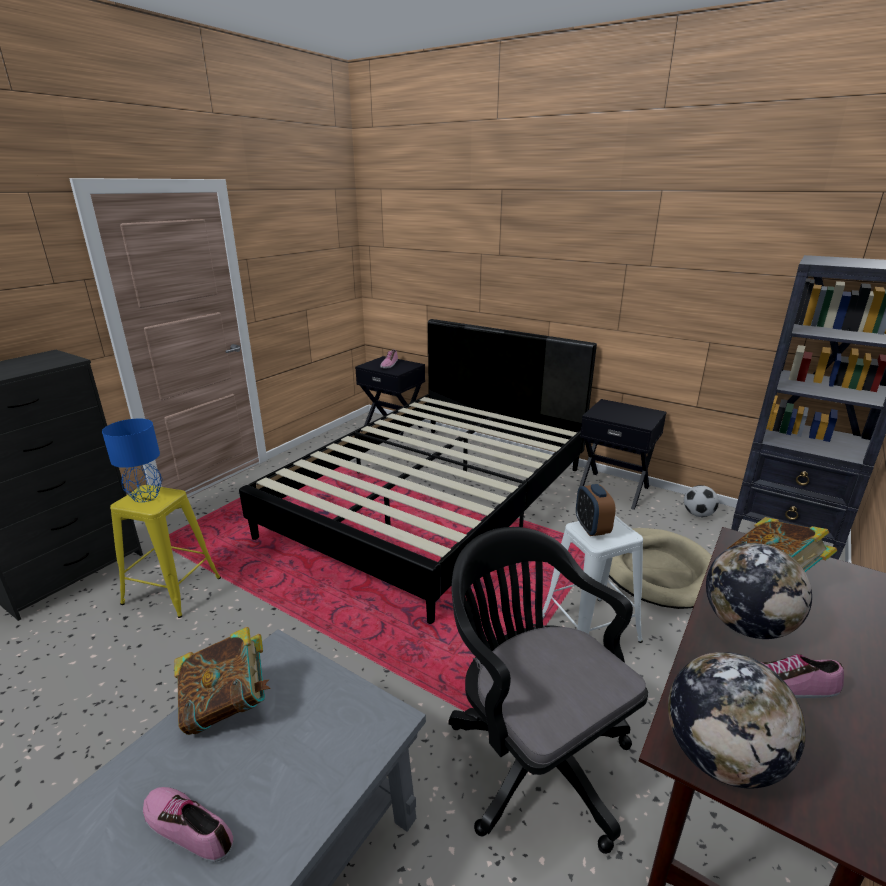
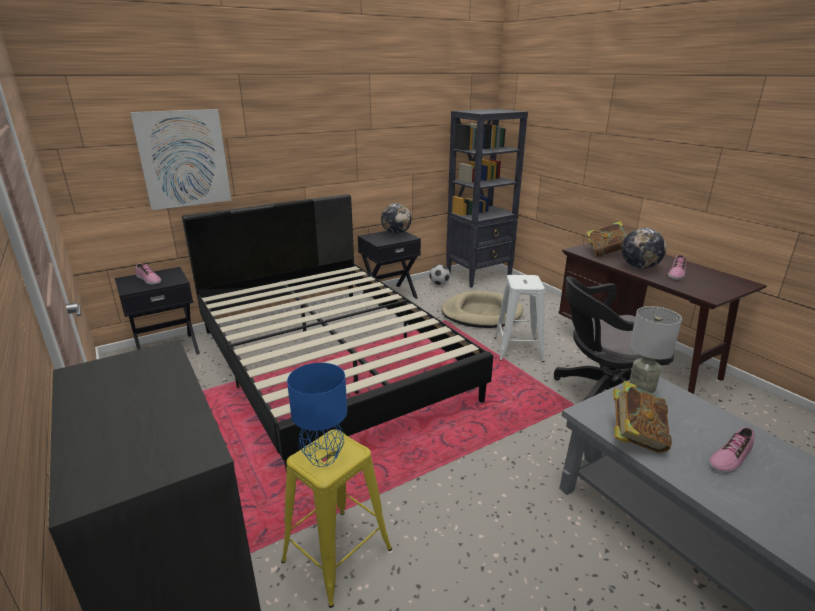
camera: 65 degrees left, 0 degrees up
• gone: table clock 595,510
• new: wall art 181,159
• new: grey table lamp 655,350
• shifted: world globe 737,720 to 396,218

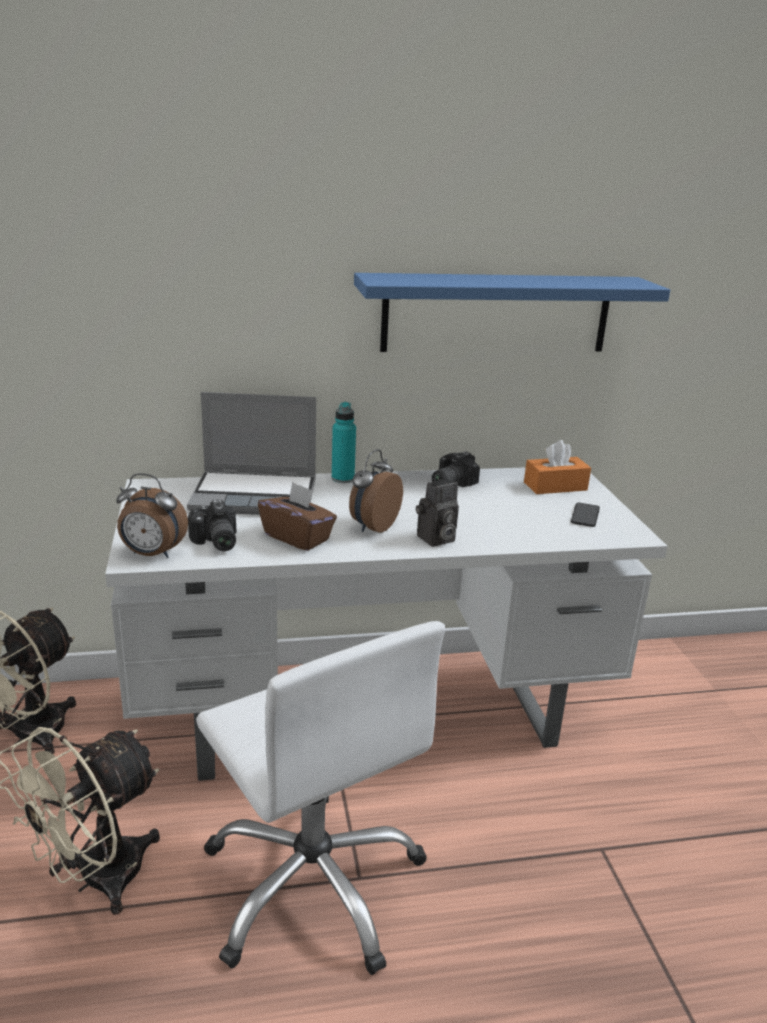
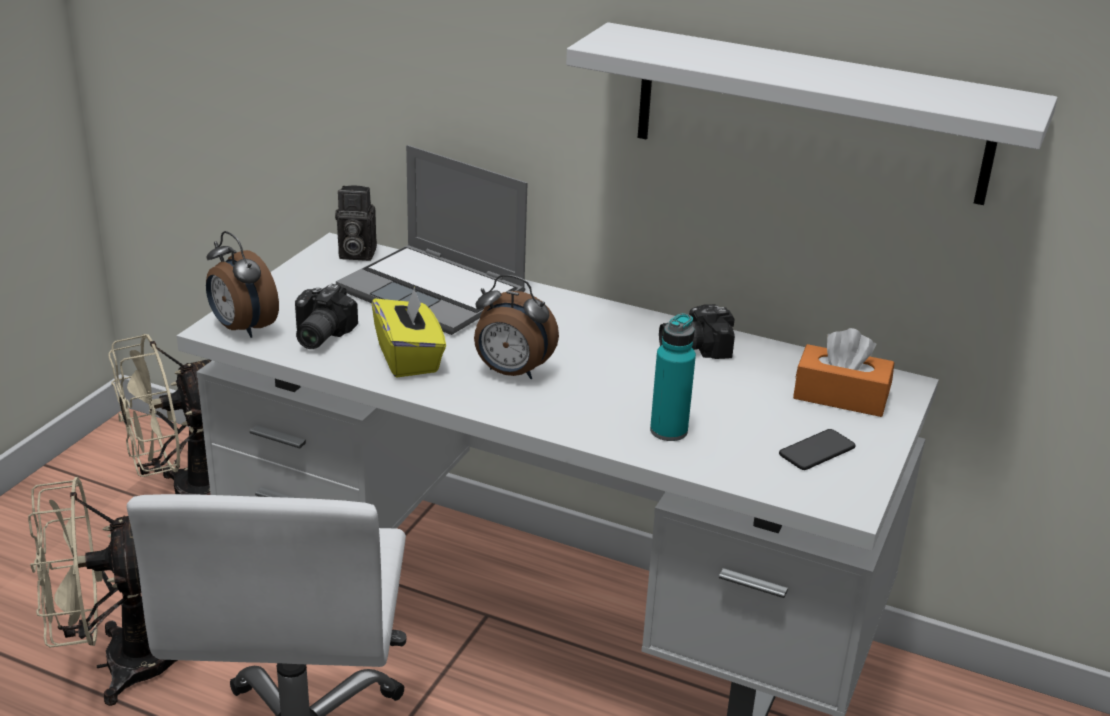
camera: 35 degrees right, 5 degrees up
• shifted: turquoise bottle 344,442 to 673,377
• shifted: still camera 437,513 to 356,223
• repainted: brown-coloured box of tissues 297,516 to yellow box of tissues 408,331
• repainted: bluish bracket shelf 512,312 to white bracket shelf 812,113
• rotated: table clock 376,490 = 516,327 135 degrees counterclockwise

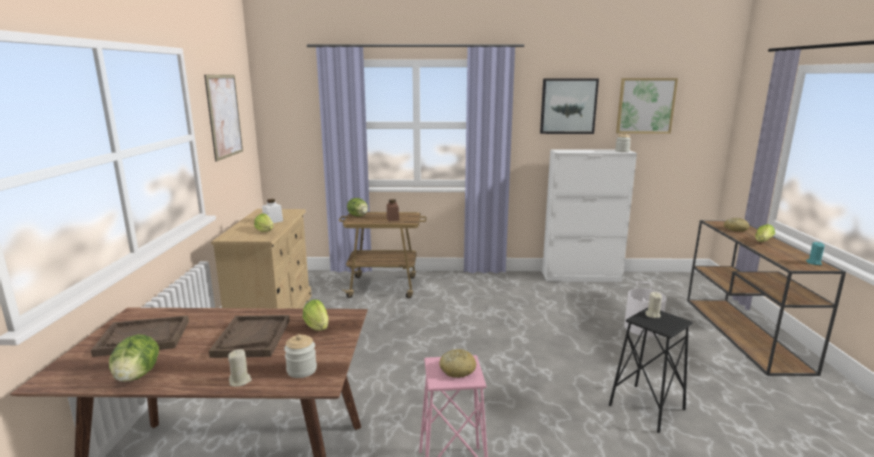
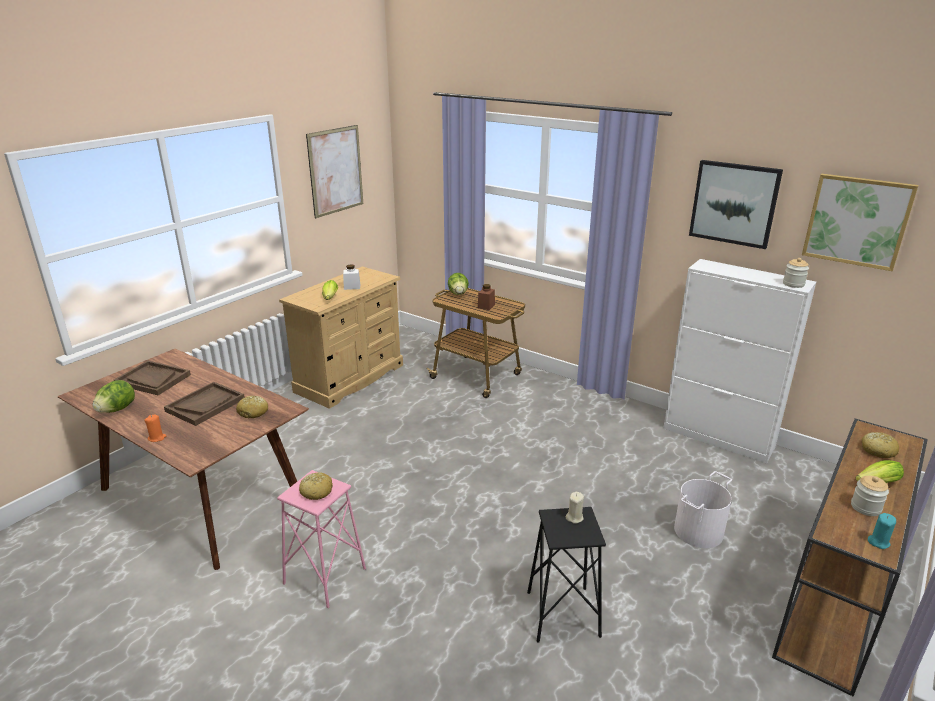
camera: 35 degrees right, 10 degrees up
• shifted: storage jar 300,356 to 870,496
• swapped: head of lettuce 315,315 to bread 252,407
• repainted: sand-coloured candle 240,368 to orange-coloured candle 155,428

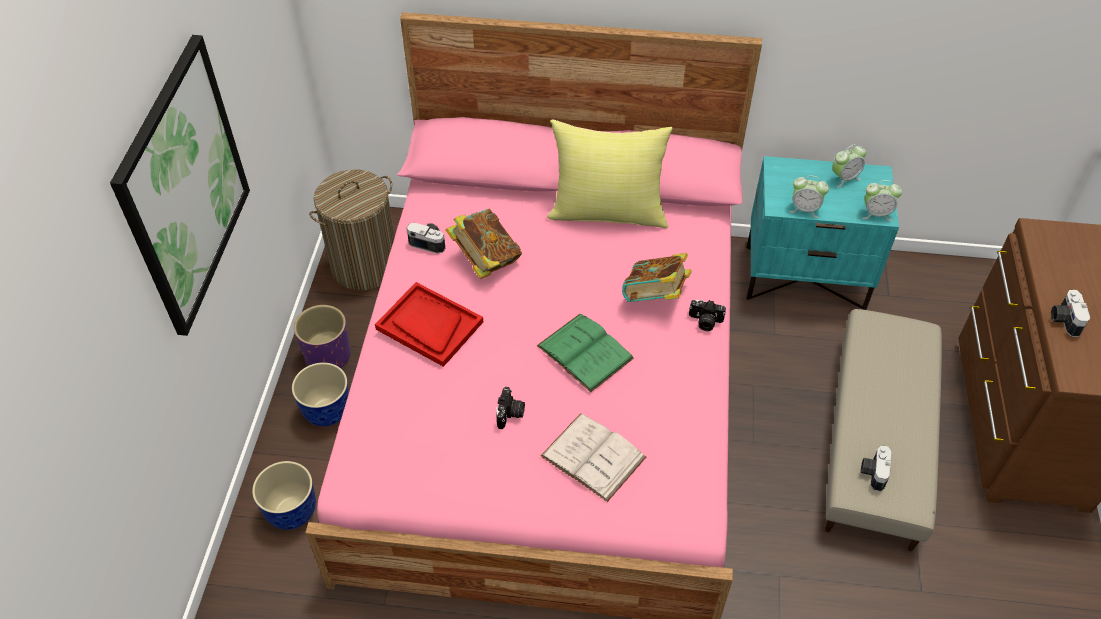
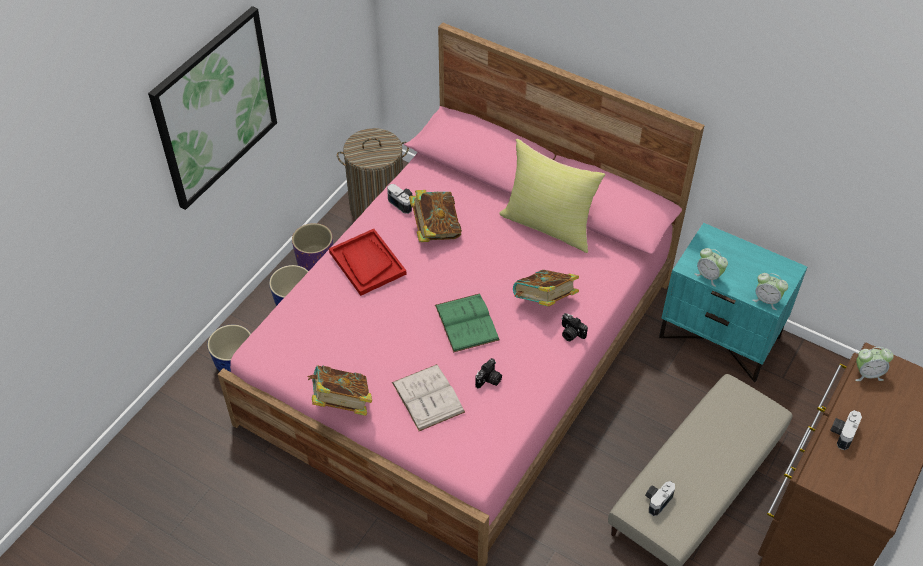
camera: 25 degrees right, 0 degrees up
• new: bound book 340,390
• shifted: still camera 510,408 to 488,373
• shifted: table clock 849,166 to 874,364

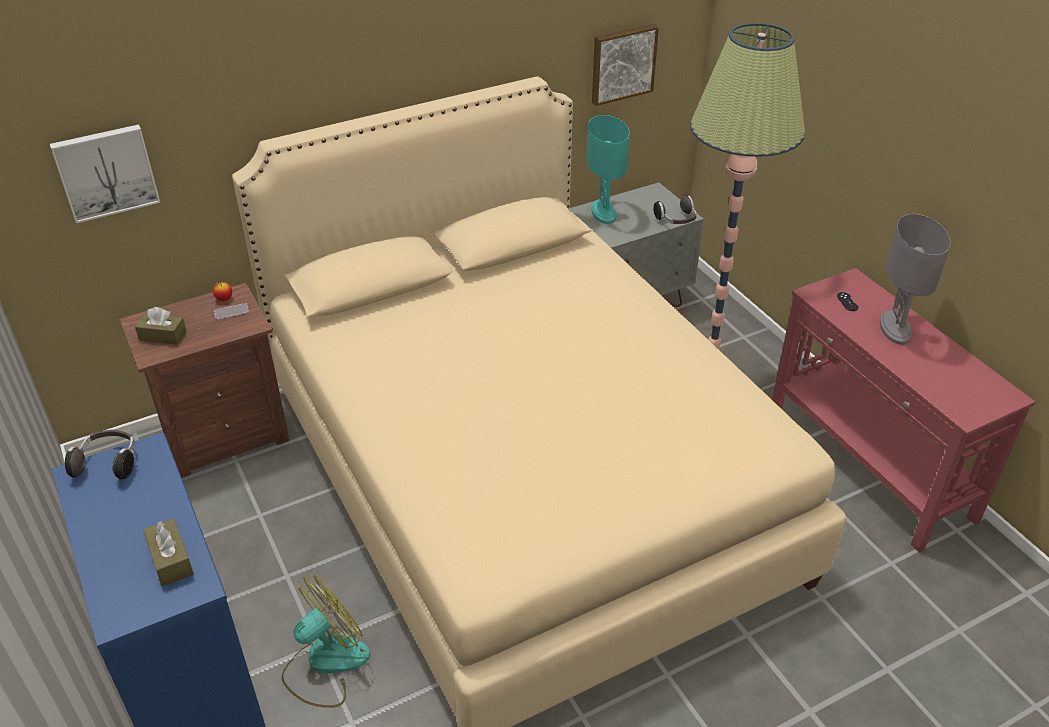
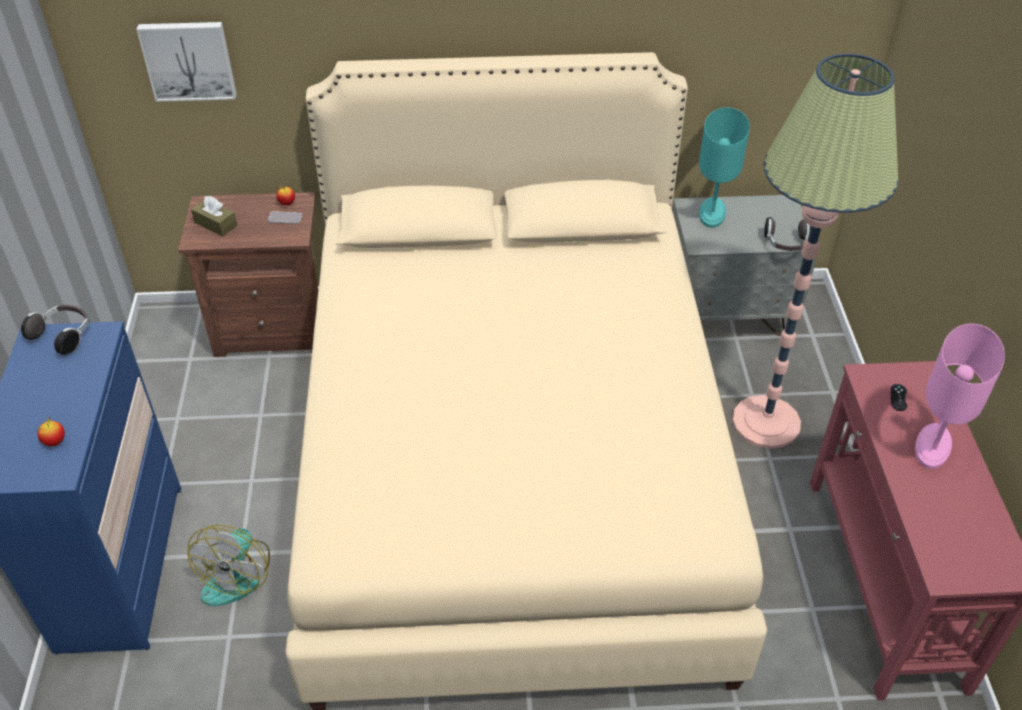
camera: 25 degrees right, 5 degrees up
• gone: wall art 625,65
• swapped: brown-coloured box of tissues 168,552 to apple fruit 51,431
• repainted: grey table lamp 915,279 to pink table lamp 960,396
• rotated: fan 326,641 = 229,565 120 degrees clockwise

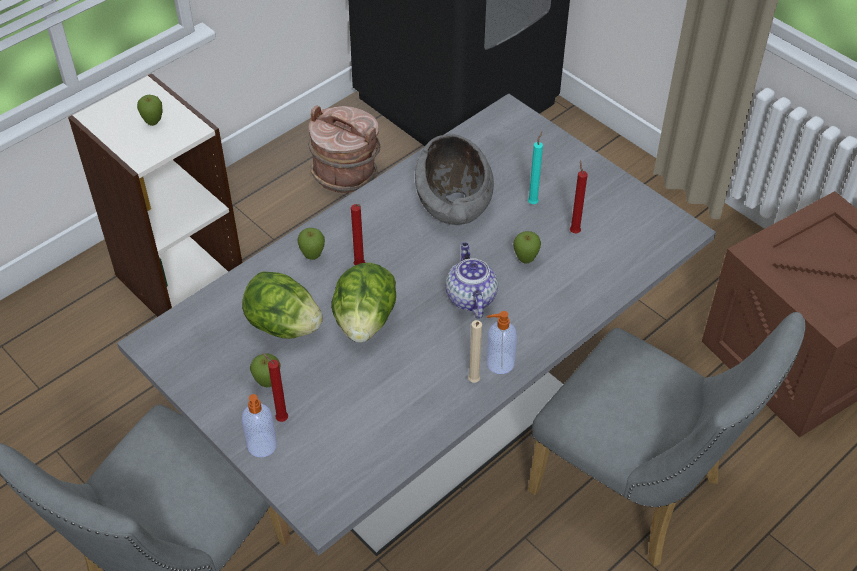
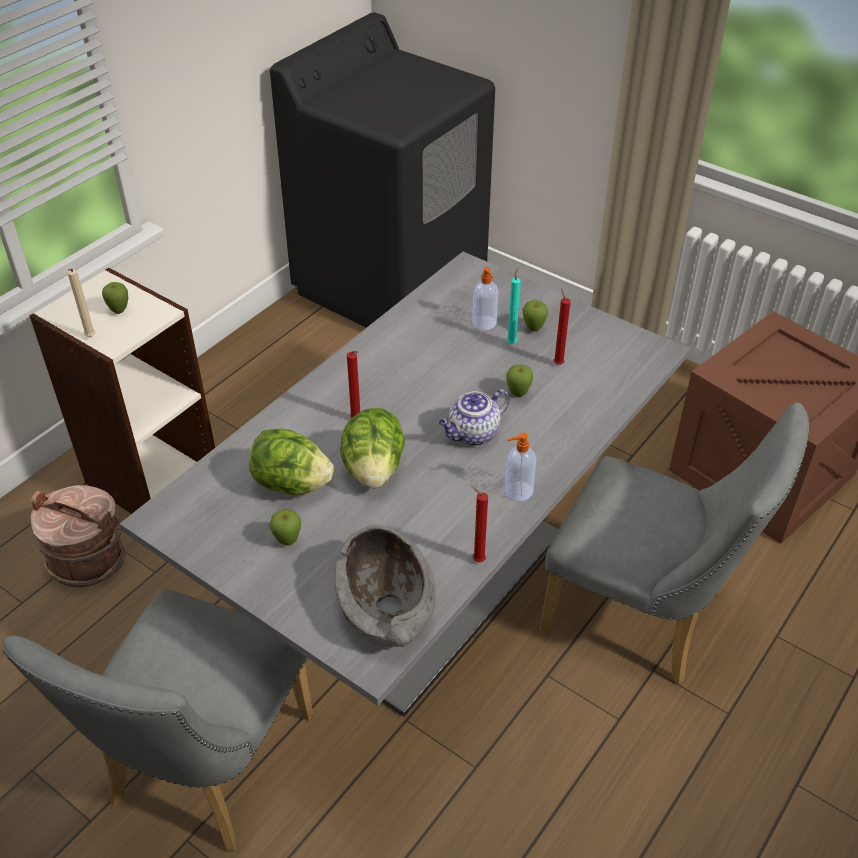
camera: 10 degrees left, 5 degrees down
• shifted: liquid soap bottle 259,425 to 485,298
• shifted: red-coloured candle 275,387 to 479,524
• shifted: apple fruit 311,244 to 535,315
• shifted: brown-coloured pail 344,149 to 78,536
• shifted: grey bowl 454,179 to 385,586
• shifted: sand-coloured candle 475,351 to 81,303
• rotated: teapot 472,280 = 474,417 105 degrees counterclockwise

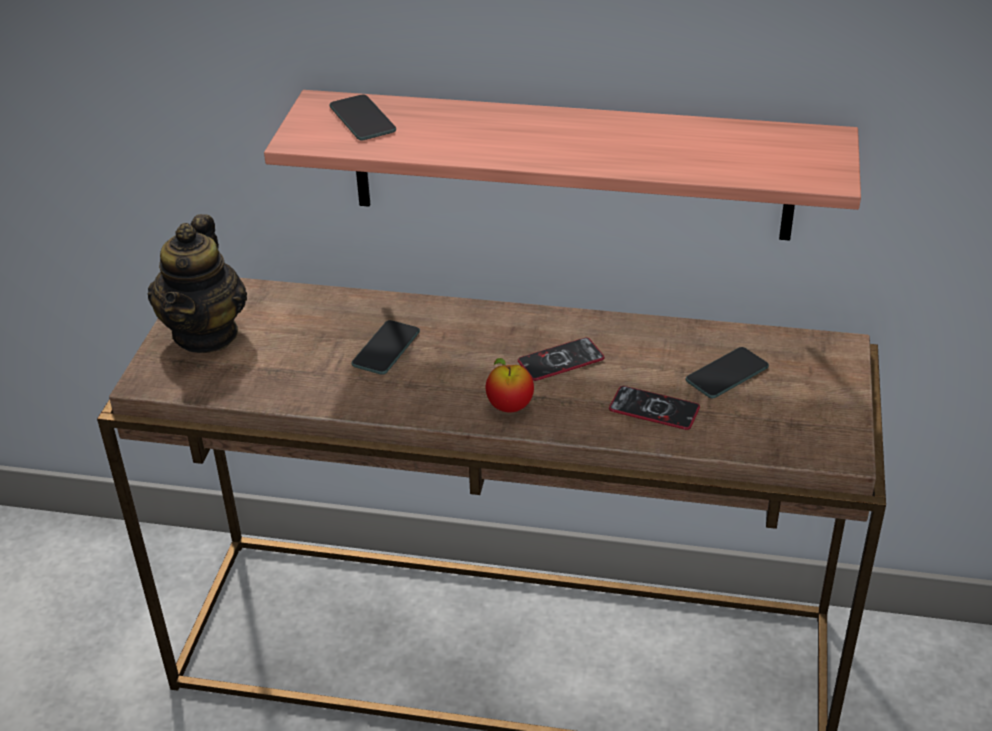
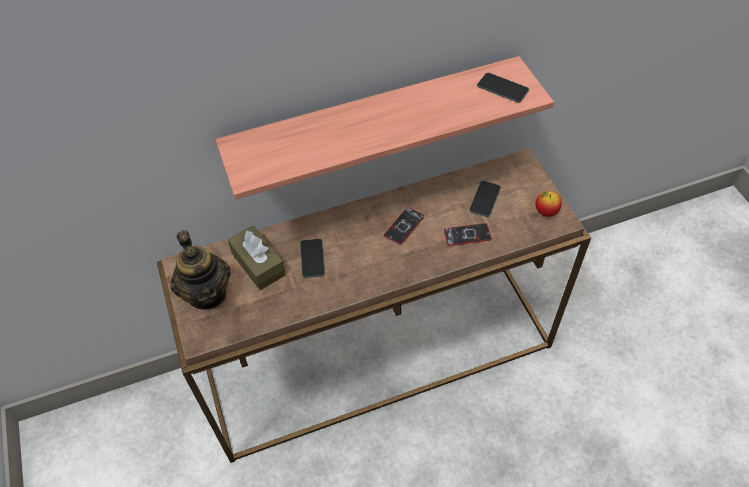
camera: 30 degrees left, 15 degrees up
• new: brown-coloured box of tissues 257,257
• shifted: phone 362,117 to 503,88
• shifted: apple fruit 510,385 to 548,204

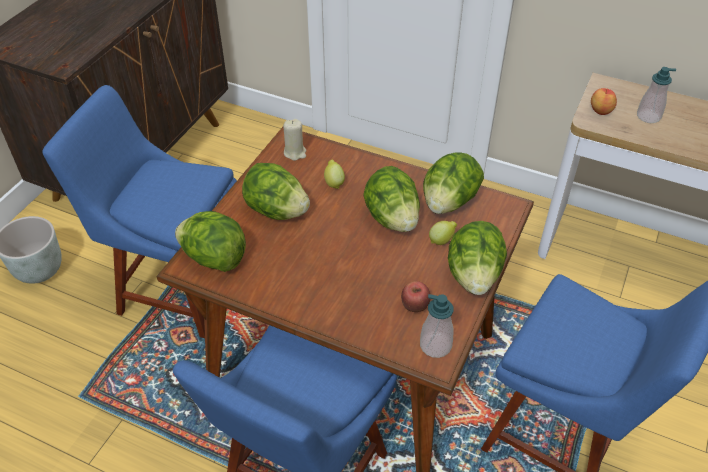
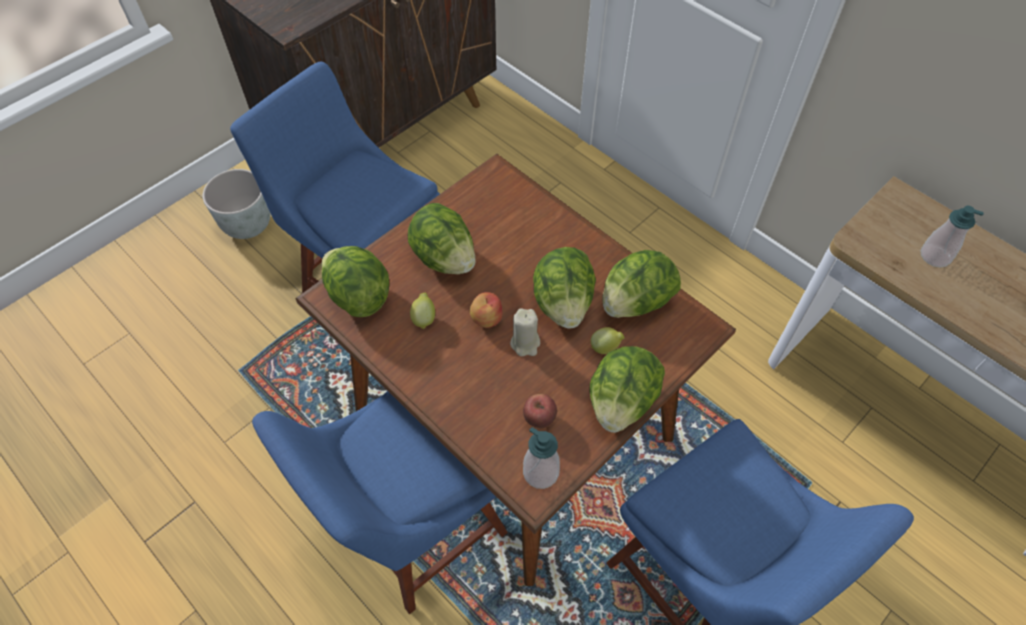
camera: 20 degrees right, 10 degrees up
• shifted: sand-coloured candle 294,140 to 525,332
• shifted: whole lemon 334,174 to 422,311
• shifted: apple fruit 604,101 to 486,310

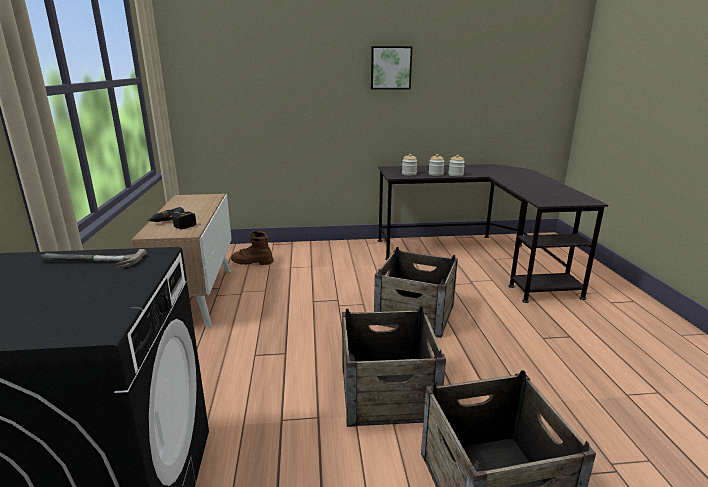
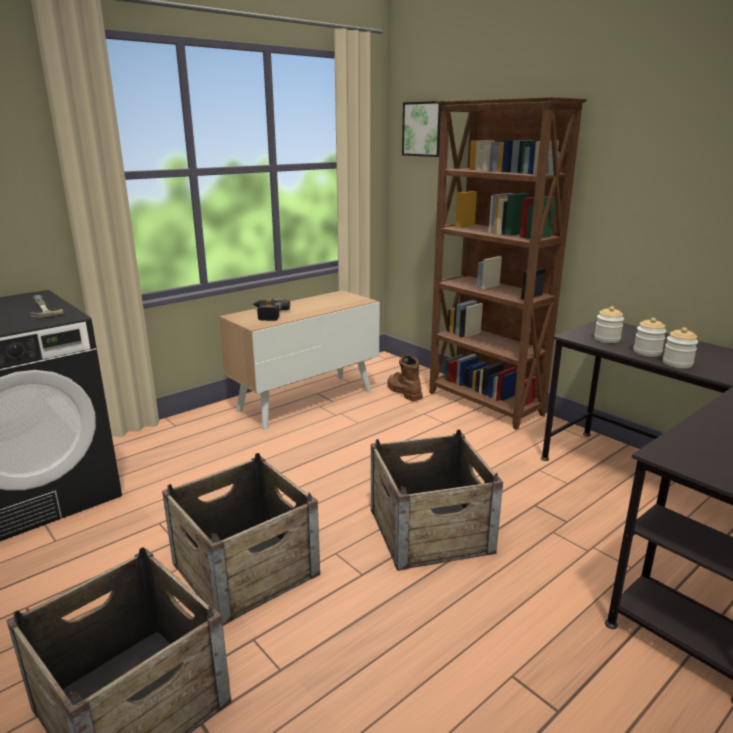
camera: 55 degrees right, 0 degrees up
• new: brown-coloured shelving unit 508,263
• shifted: wall art 392,68 to 421,129

